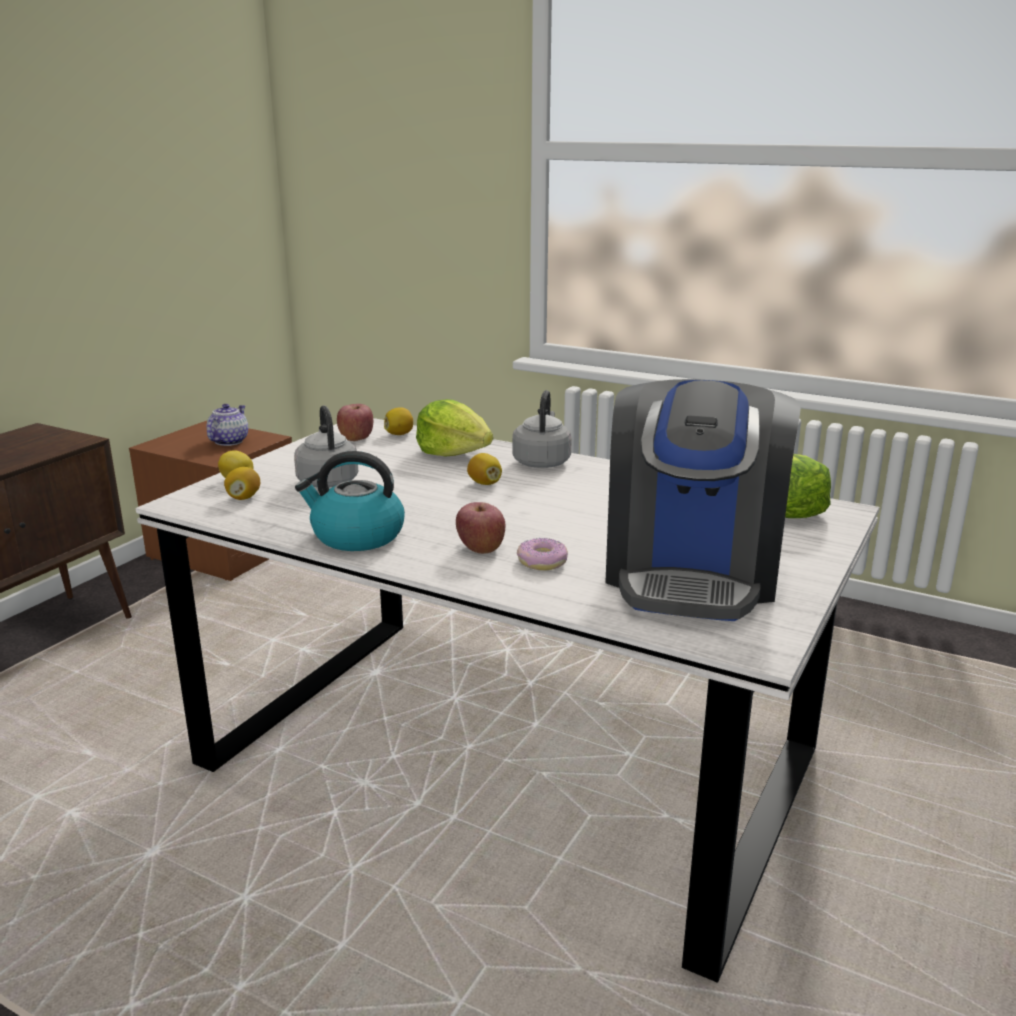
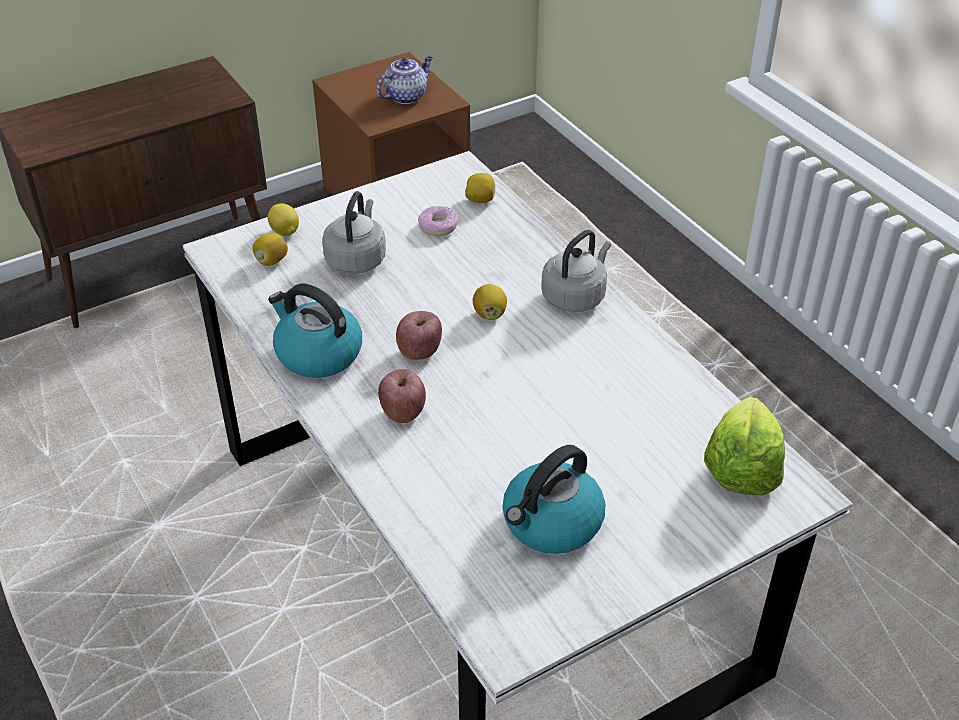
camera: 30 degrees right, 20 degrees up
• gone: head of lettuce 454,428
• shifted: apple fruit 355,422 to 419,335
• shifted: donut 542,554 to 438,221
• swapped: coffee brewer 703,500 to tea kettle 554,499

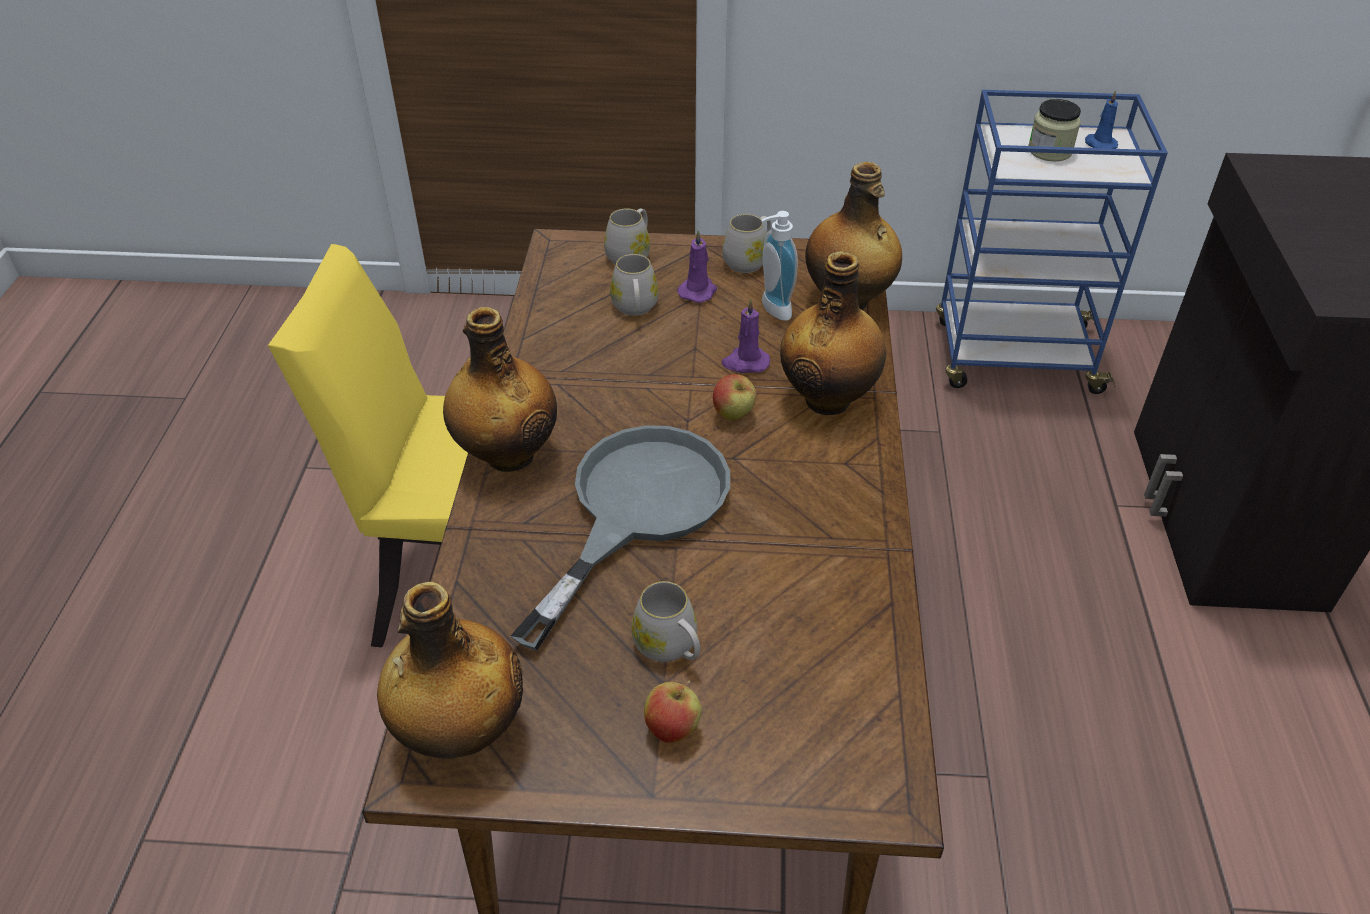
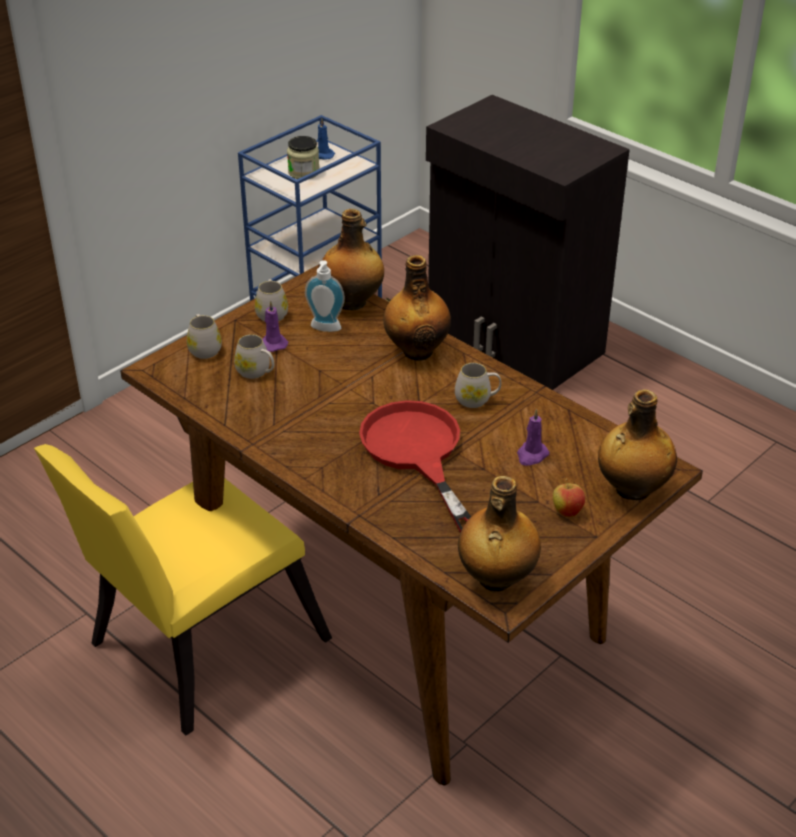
camera: 50 degrees left, 5 degrees down
• gone: apple fruit 734,397
• shifted: bottle 500,389 to 637,444
• shifted: white mug 665,621 to 478,385
• shifted: purplish candle 745,335 to 533,437
• repainted: grey skillet 620,538 to red-coloured skillet 415,466

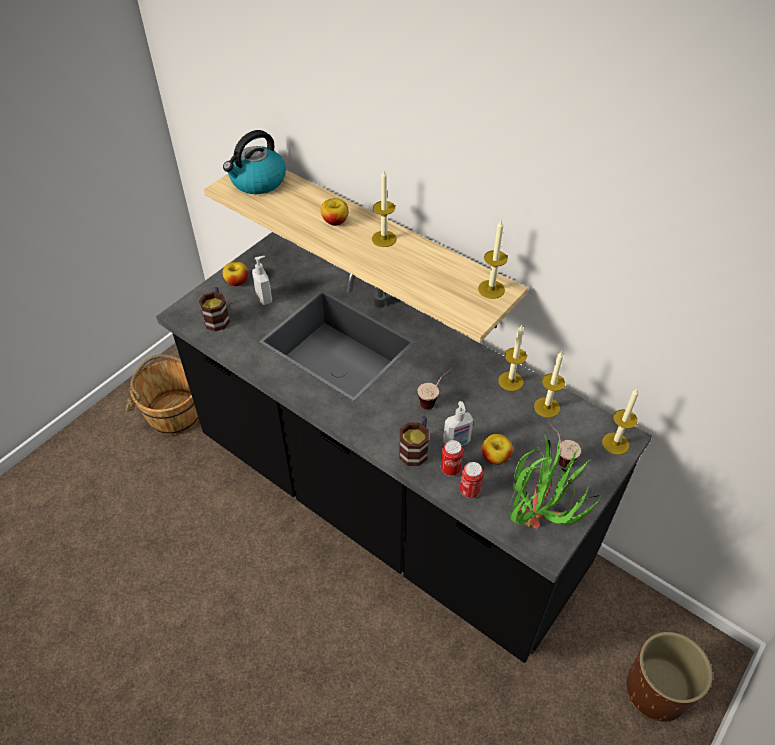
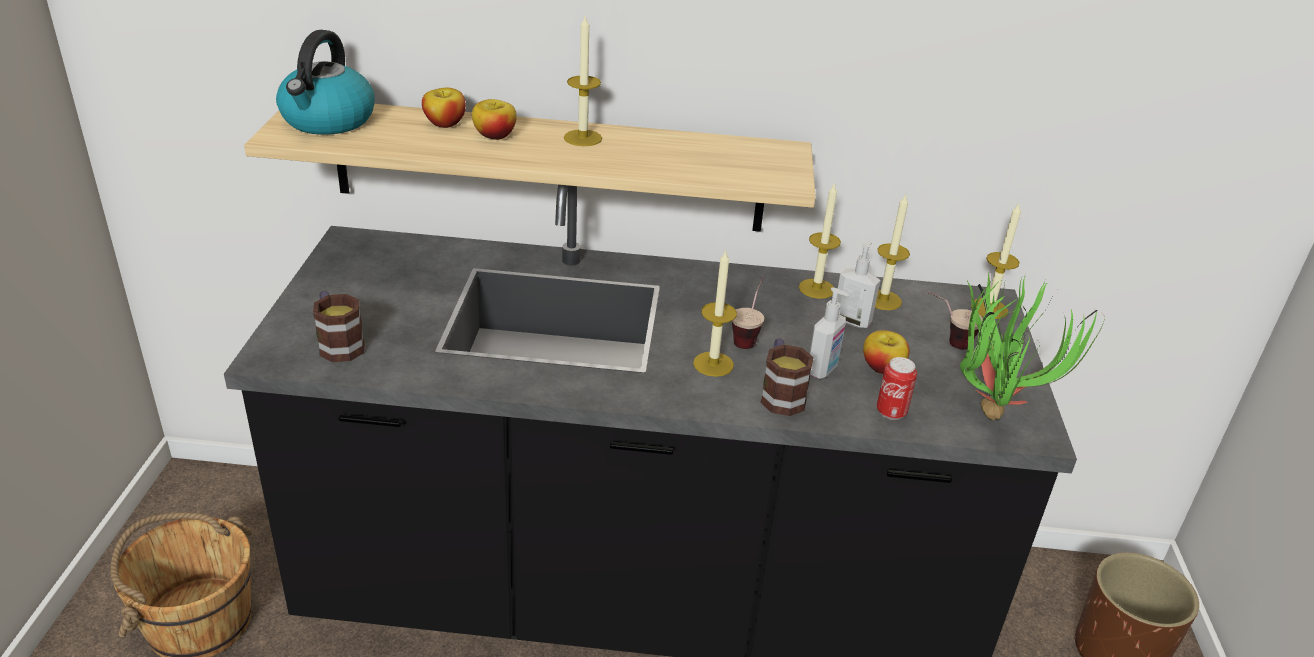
camera: 35 degrees left, 15 degrees down
• gone: can 452,458
• shifted: apple fruit 235,274 to 444,108
• shifted: liquid soap bottle 262,280 to 858,284
• shifted: candle 493,259 to 715,313

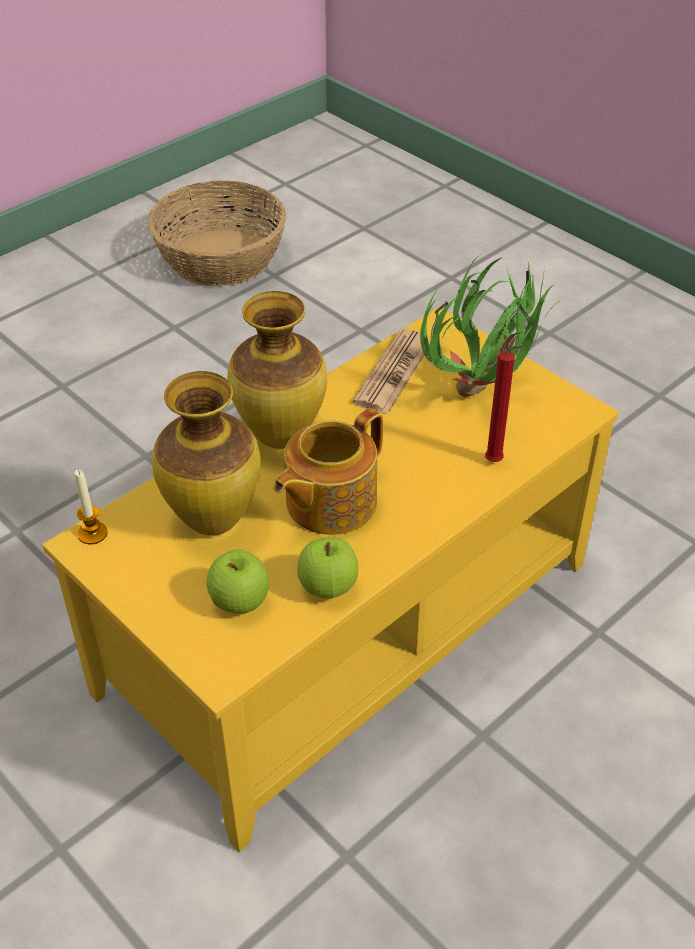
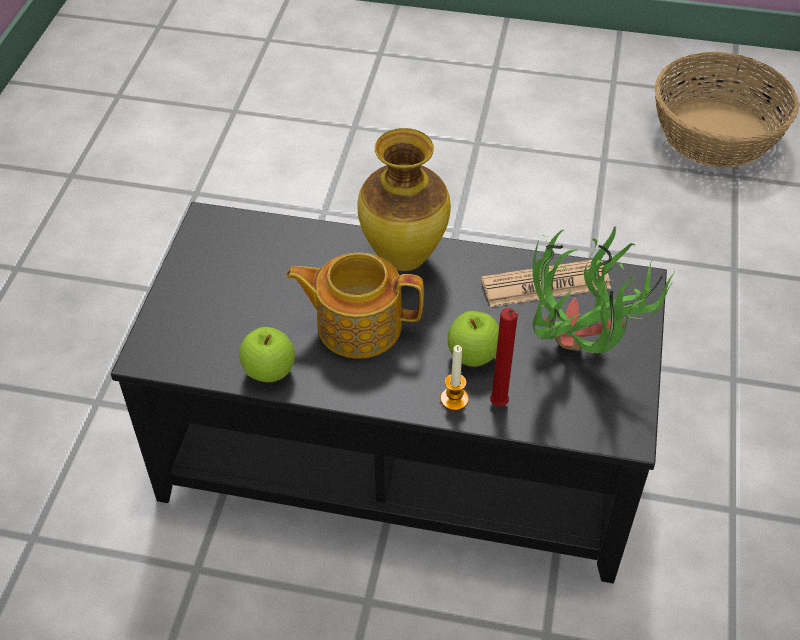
camera: 55 degrees right, 5 degrees up
• gone: vase 206,453
• shifted: candle 91,507 to 454,378
• shifted: apple fruit 237,581 to 473,339
• repainted: yellow low table 330,579 to black low table 389,392

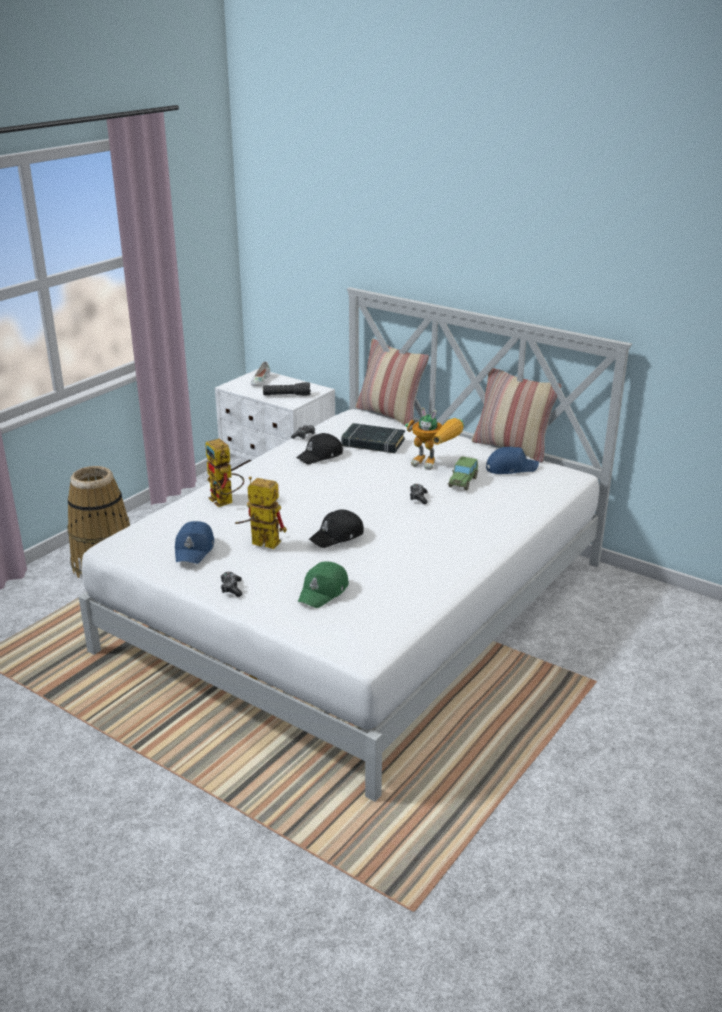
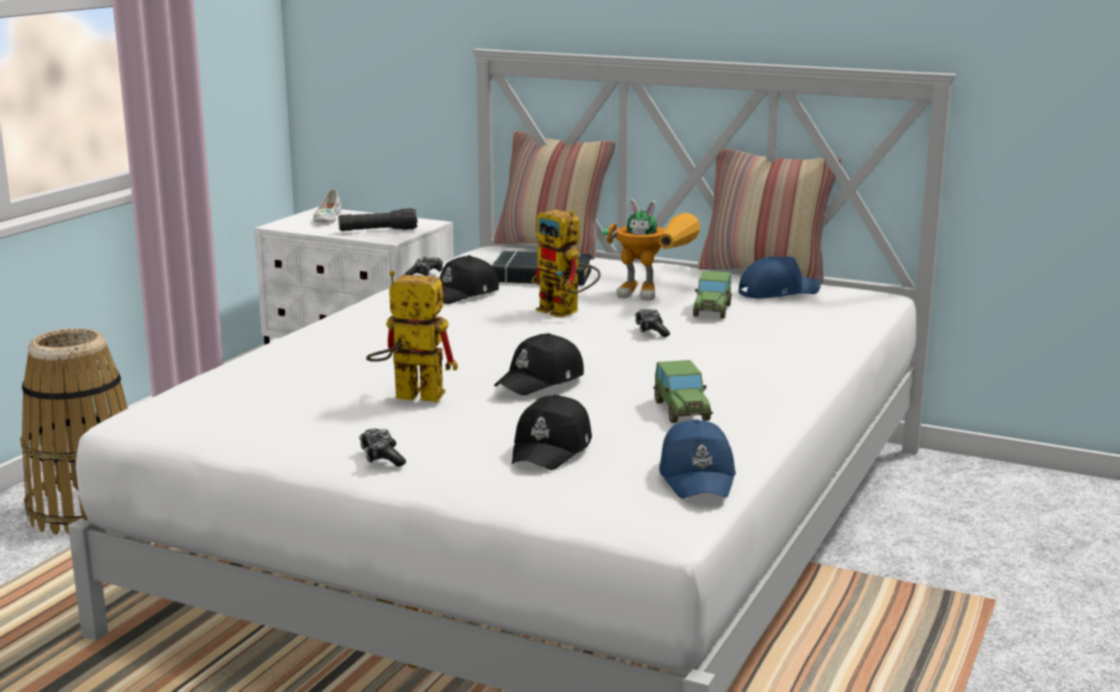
camera: 10 degrees left, 10 degrees down
• new: miniature car 683,391
• shifted: bluish peaked cap 194,542 to 697,459
• shifted: robot figure 224,473 to 566,263
• repainted: greenish peaked cap 323,584 to black peaked cap 552,432

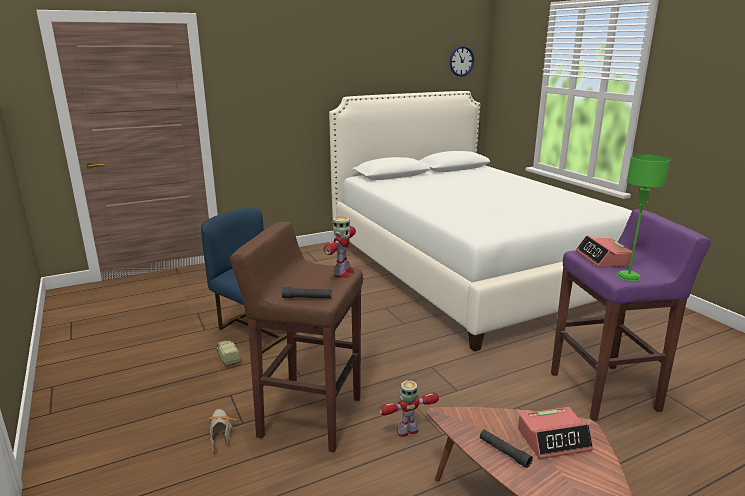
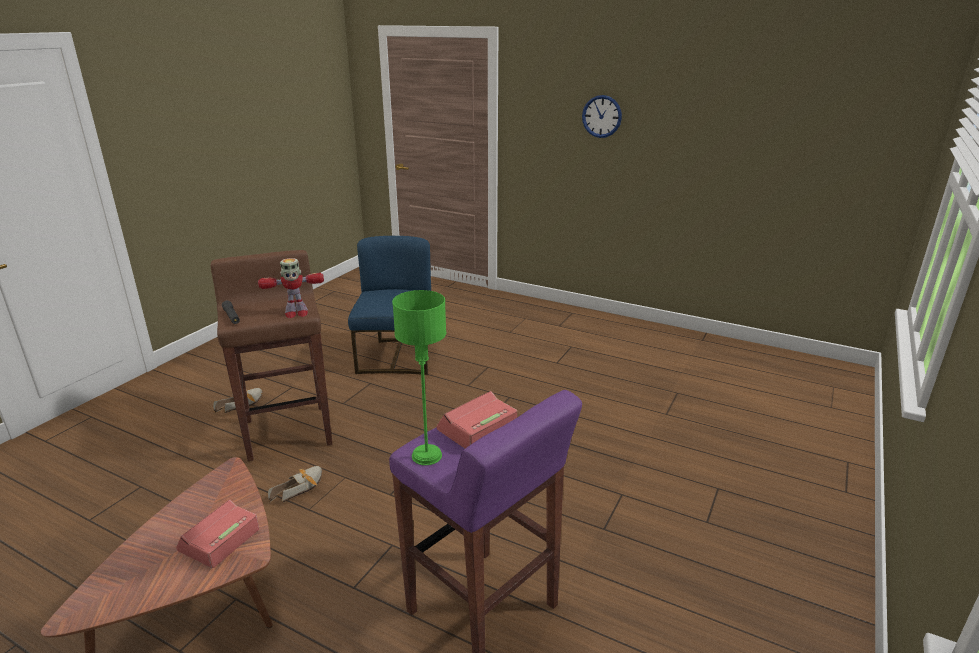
camera: 55 degrees right, 5 degrees up
• gone: toy lorry 228,353
• gone: white bed 480,221
• gone: black flashlight 506,449
• shifted: hanging clock 462,61 to 602,116
• swapped: robot figure 409,409 to low shoe 295,484
• rotated: table clock 555,433 = 217,533 75 degrees clockwise

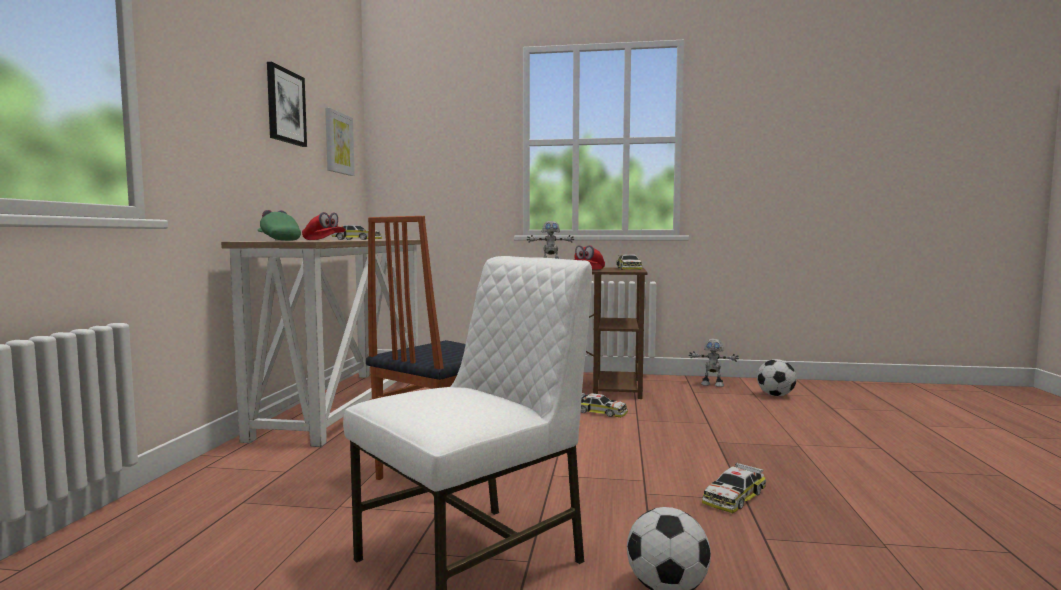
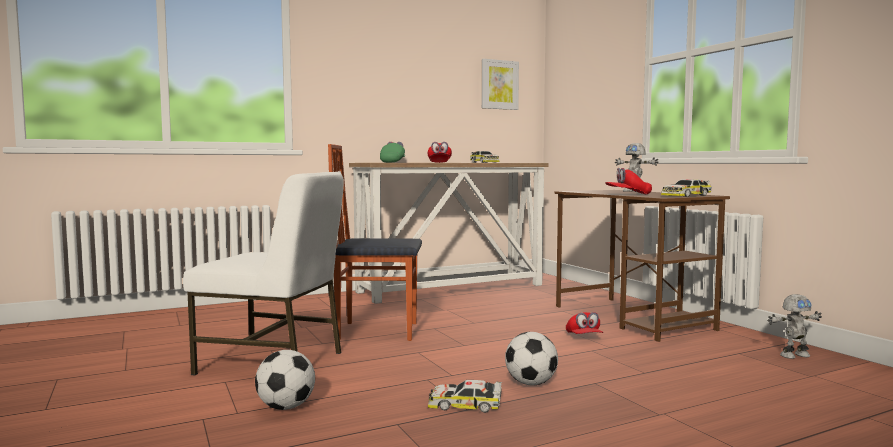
camera: 55 degrees right, 0 degrees up
• gone: wall art 287,104
• shifted: football 777,377 to 531,358
• swapped: miniature car 604,405 to red-coloured peaked cap 584,323
• rotated: robot figure 714,363 = 795,326 90 degrees counterclockwise

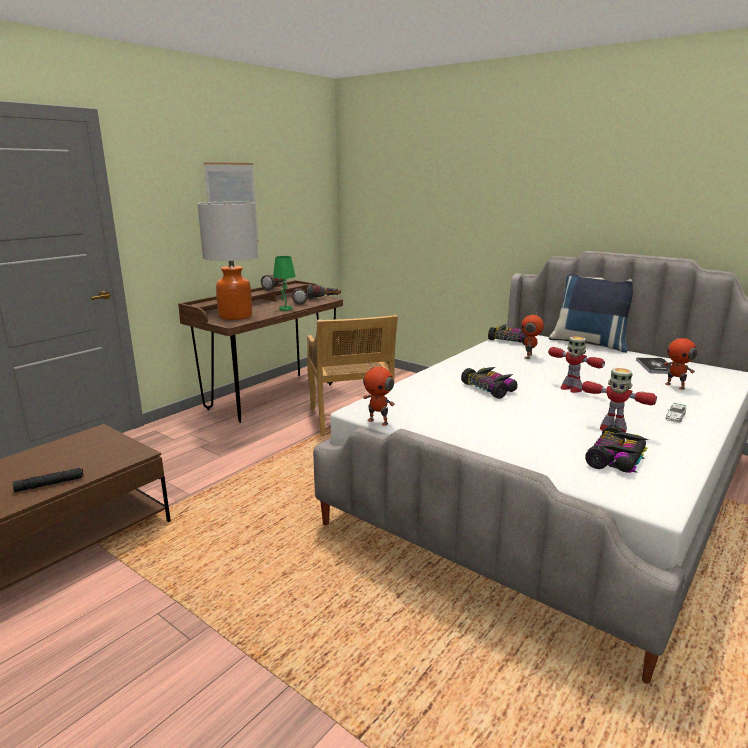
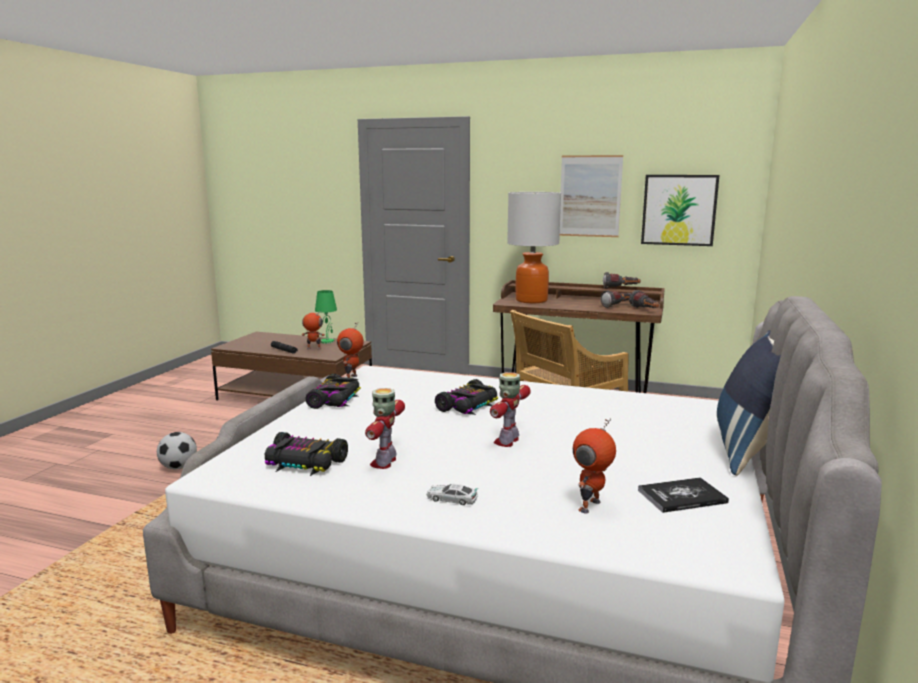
camera: 70 degrees right, 5 degrees down
• new: football 177,451
• new: wall art 680,210
• shifted: greenish table lamp 284,283 to 326,317
• shifted: miniature car 507,334 to 333,391
• shifted: robot figure 532,334 to 313,330

